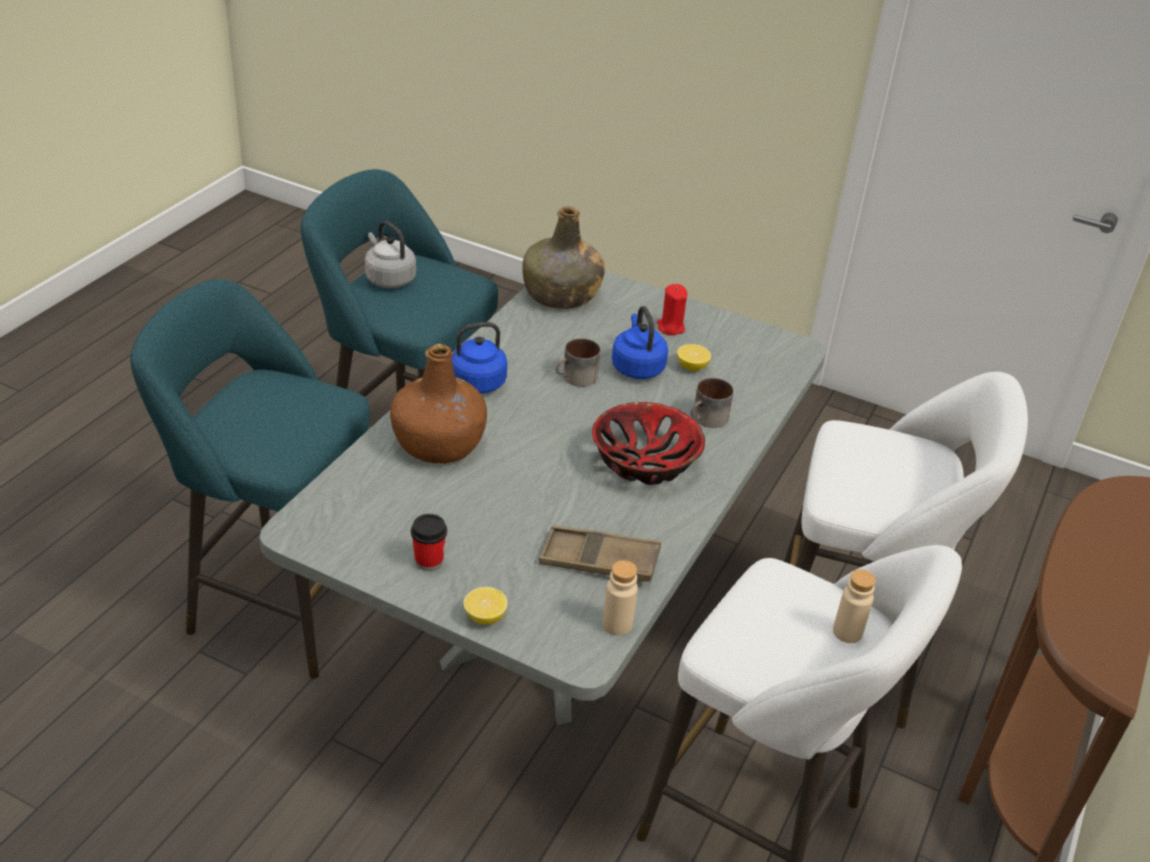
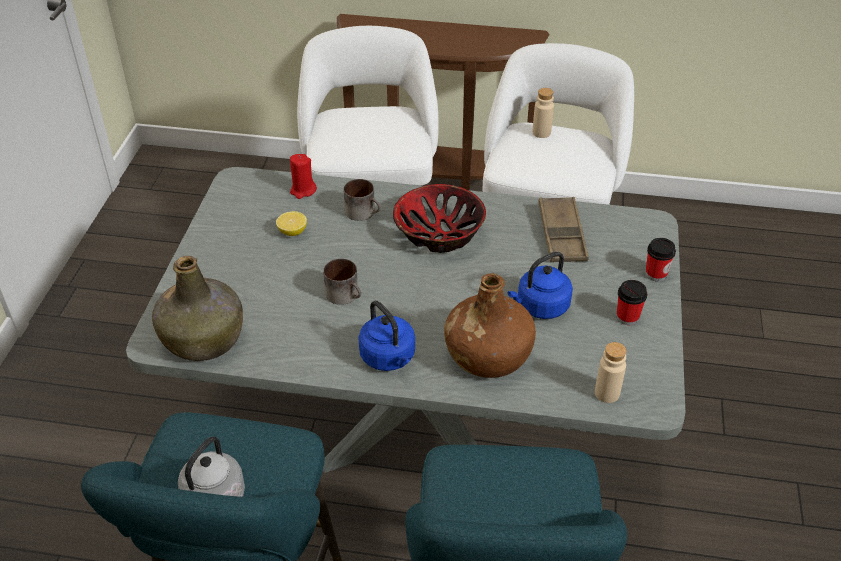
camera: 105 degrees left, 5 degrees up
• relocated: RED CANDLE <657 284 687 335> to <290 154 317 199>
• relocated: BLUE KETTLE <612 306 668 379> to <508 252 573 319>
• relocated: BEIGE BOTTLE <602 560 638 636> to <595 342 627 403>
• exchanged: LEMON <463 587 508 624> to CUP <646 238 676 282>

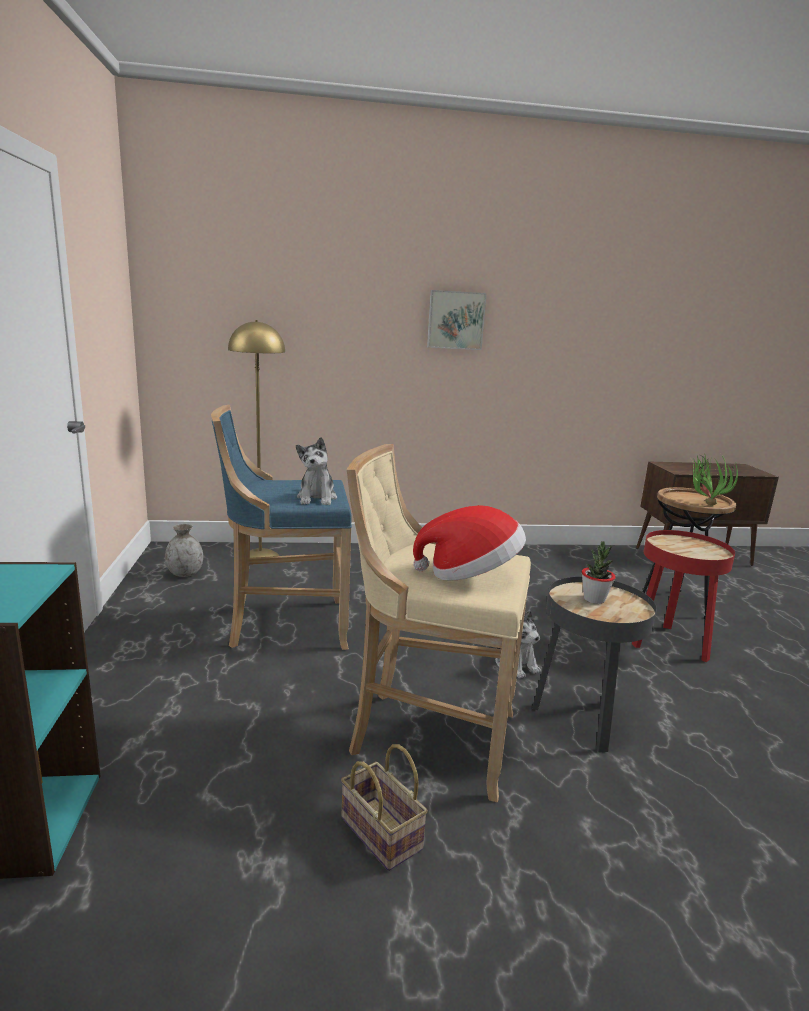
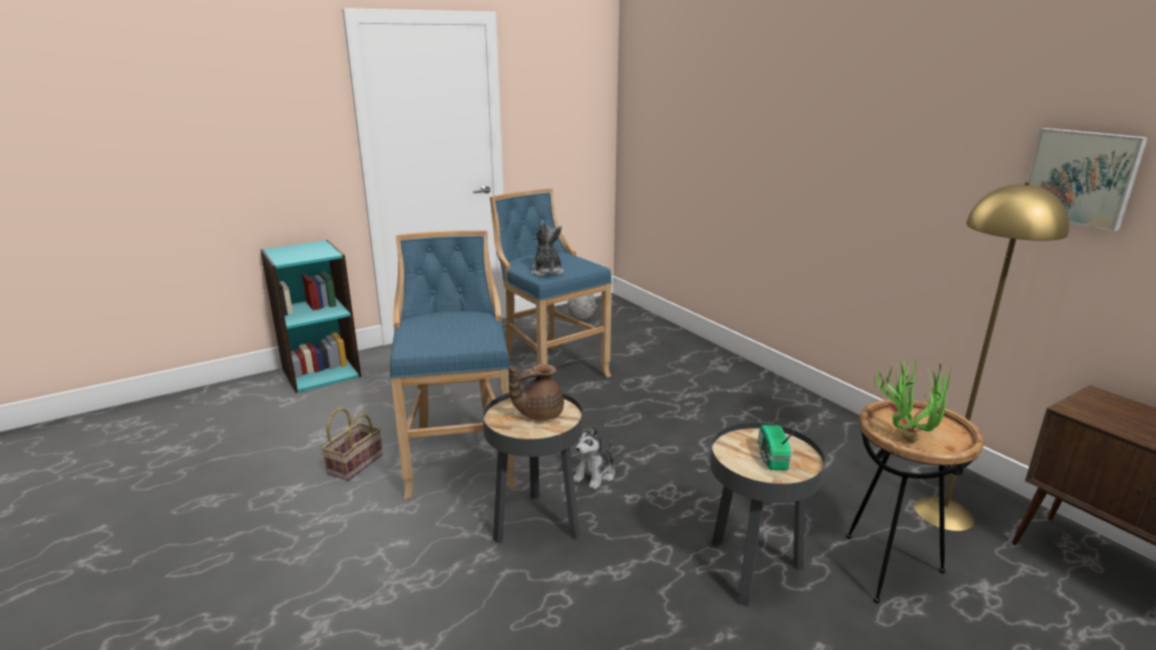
camera: 65 degrees right, 5 degrees up
• relocated: PICTURE <427 290 487 350> to <1027 128 1148 231>
• relocated: YELLOW FLOOR LAMP <228 320 285 558> to <914 182 1069 531>
• spun: PLUSH TOY <296 437 337 505> = <531 220 564 276> 105 degrees clockwise
• colour: BEIGE STOOL <347 444 531 802> to BLUE STOOL <390 230 517 499>
• missing: HAT <413 505 526 581>
• colour: RED SIDE TABLE <632 530 735 662> to BLACK SIDE TABLE <710 423 825 607>
• exchanged: POTTED PLANT <582 541 616 604> to BROWN TEAPOT <509 364 564 420>
• appeared: RADIO <758 425 796 470>

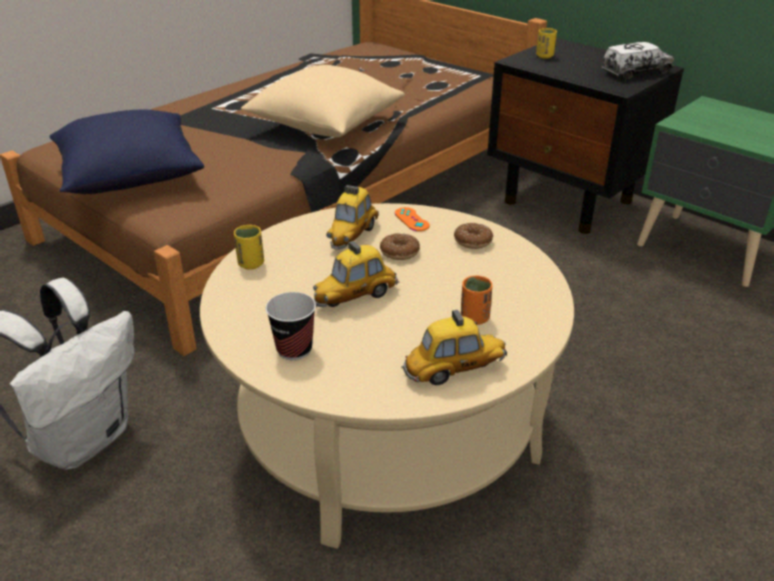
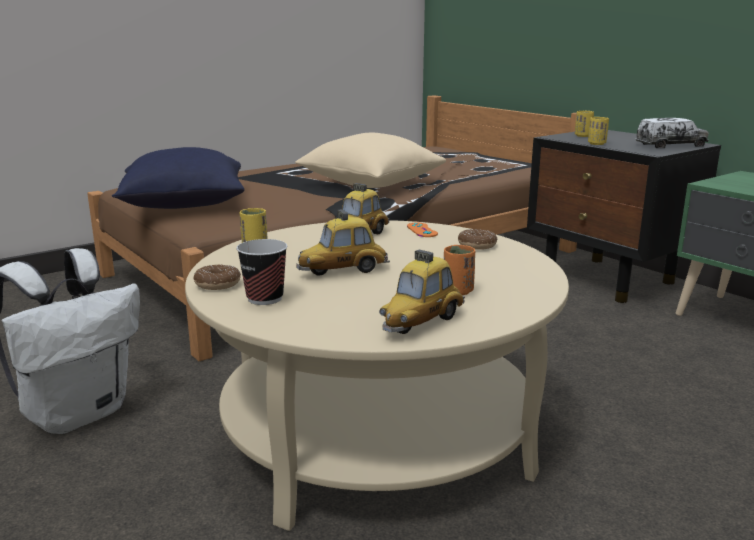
camera: 10 degrees right, 15 degrees down
• relocated: DONUT <380 233 420 260> to <193 264 241 290>
• spun: TOY CAR <401 306 507 385> = <379 249 465 334> 135 degrees clockwise
• appeared: YELLOW CUP <588 117 609 145>

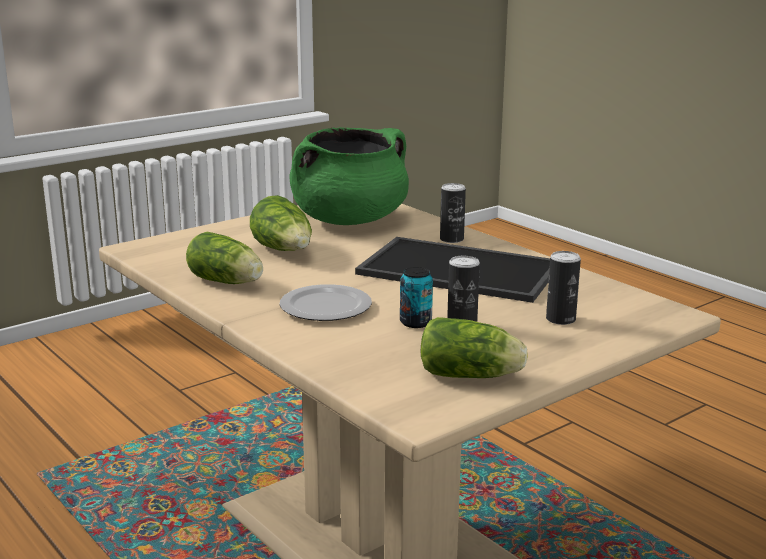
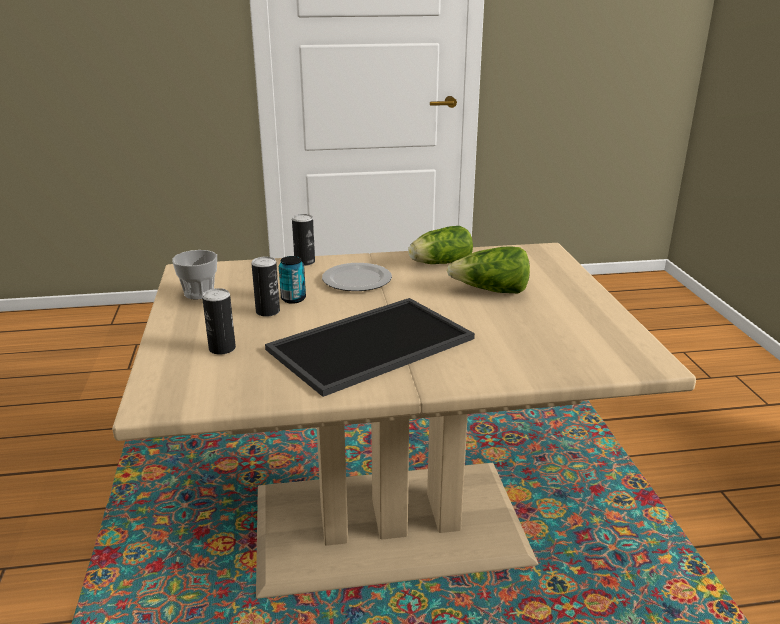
camera: 120 degrees right, 5 degrees up
• missing: GREEN COOKING POT <290 127 409 225>
• relocated: CAN <440 183 466 243> to <292 214 315 266>
• exchanged: LETTUCE <421 317 528 378> to CUP <172 250 217 300>

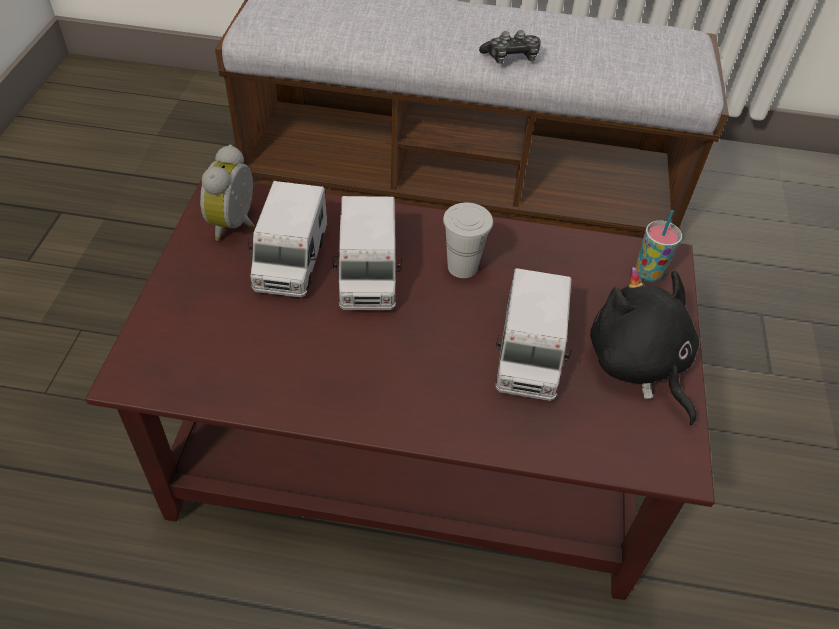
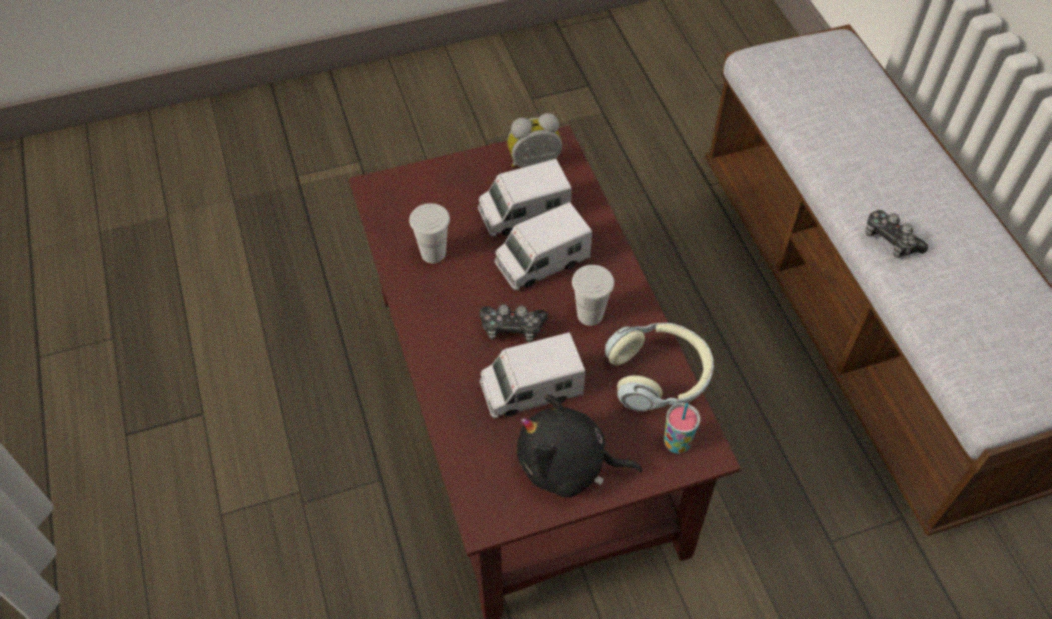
camera: 65 degrees right, 5 degrees up
• spun: BLACK PLUSH TOY <590 267 699 426> = <517 395 642 497> 120 degrees counterclockwise
• appeared: WHITE CUP <409 203 450 263>
• appeared: GAME CONTROLLER <479 304 548 342>
• appeared: HEADPHONES <605 323 714 411>

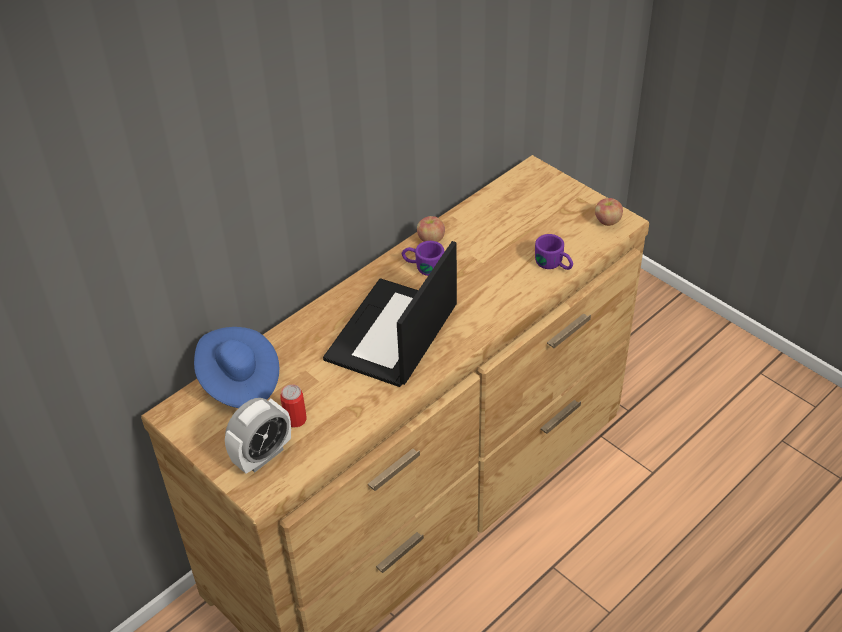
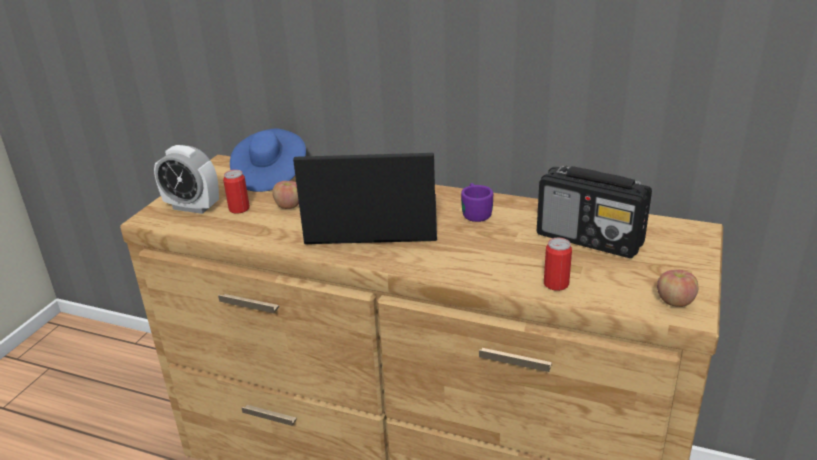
camera: 65 degrees right, 15 degrees down
• relocated: APPLE <417 216 445 242> to <272 181 299 209>
• exchanged: PURPLE MUG <535 234 573 270> to CAN <544 238 572 291>
• appeared: RADIO <537 166 652 258>

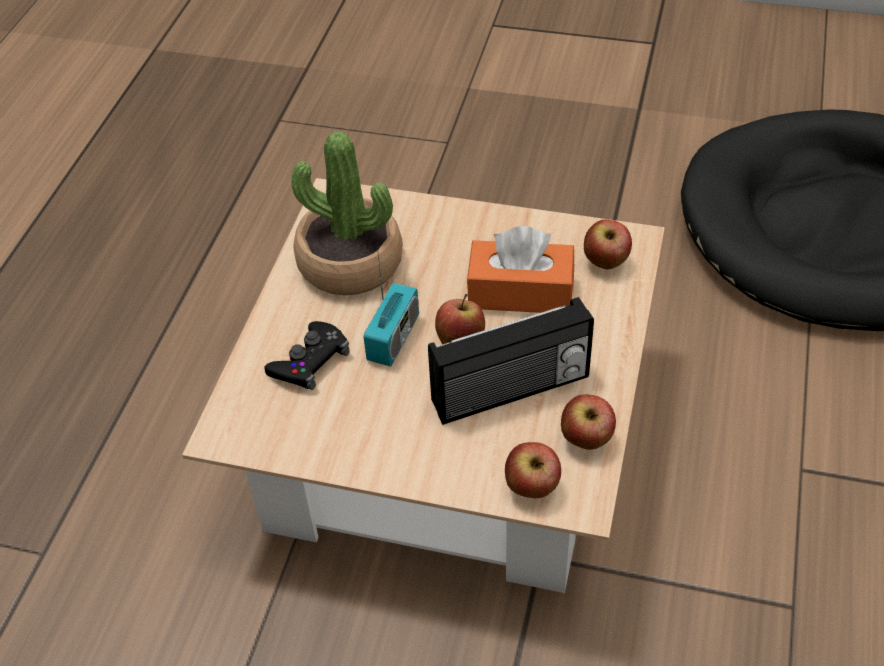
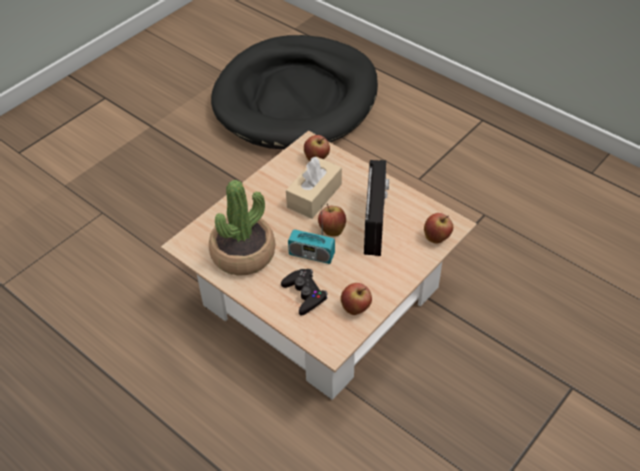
camera: 65 degrees left, 0 degrees up
• colour: ORANGE TISSUE BOX <467 226 574 313> to BEIGE TISSUE BOX <286 157 342 219>
• spun: RADIO <364 246 419 367> = <288 205 335 264> 150 degrees clockwise
• relocated: APPLE <561 394 616 450> to <341 283 372 315>

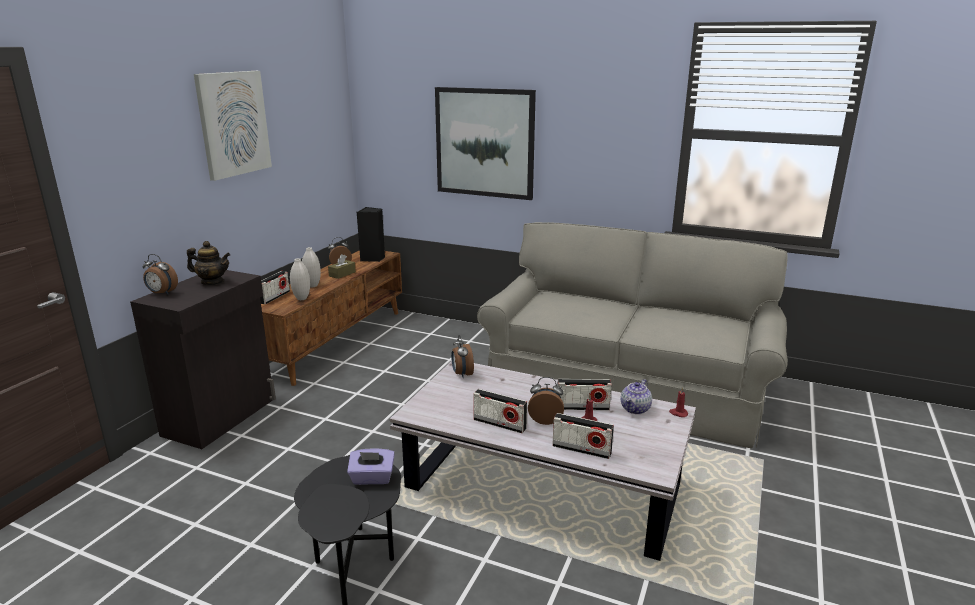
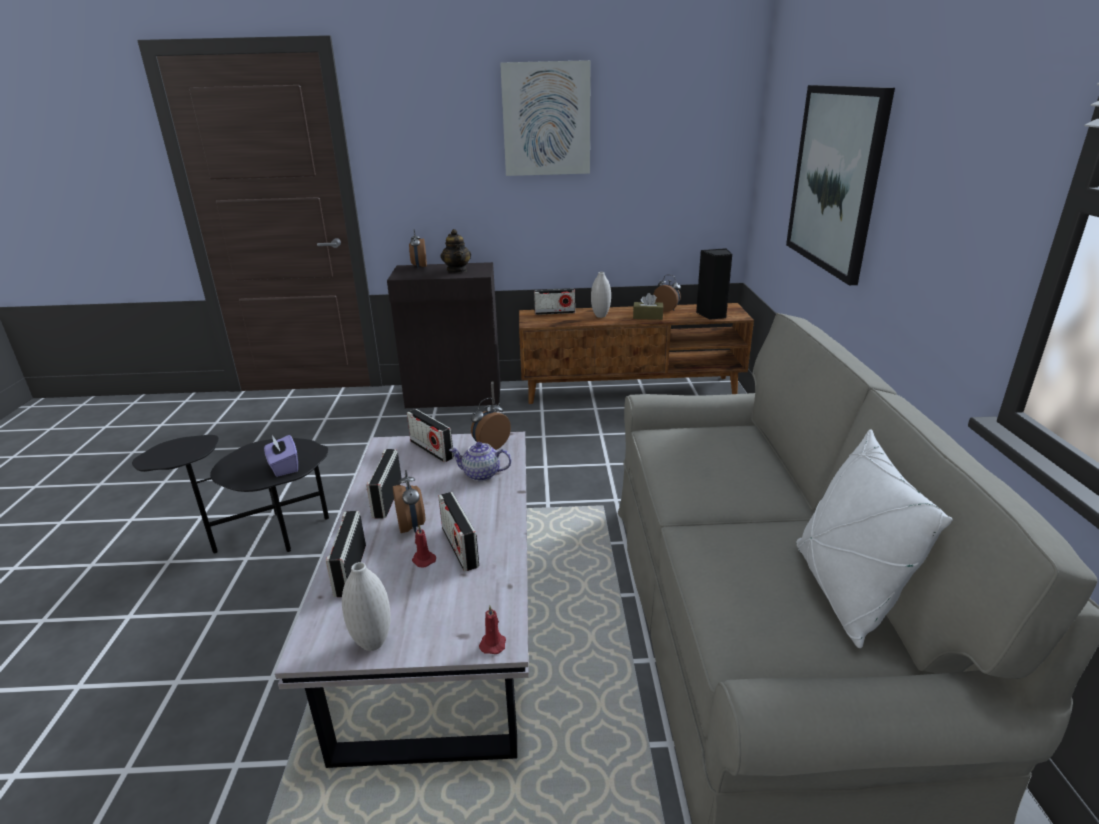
camera: 65 degrees right, 5 degrees up
• relocated: WHITE VASE <290 258 310 300> to <342 562 391 651>
• relocated: TEAPOT <621 379 652 414> to <449 442 511 481>
• appeared: RADIO <407 409 454 462>
• appeared: WHITE PILLOW <796 429 952 648>

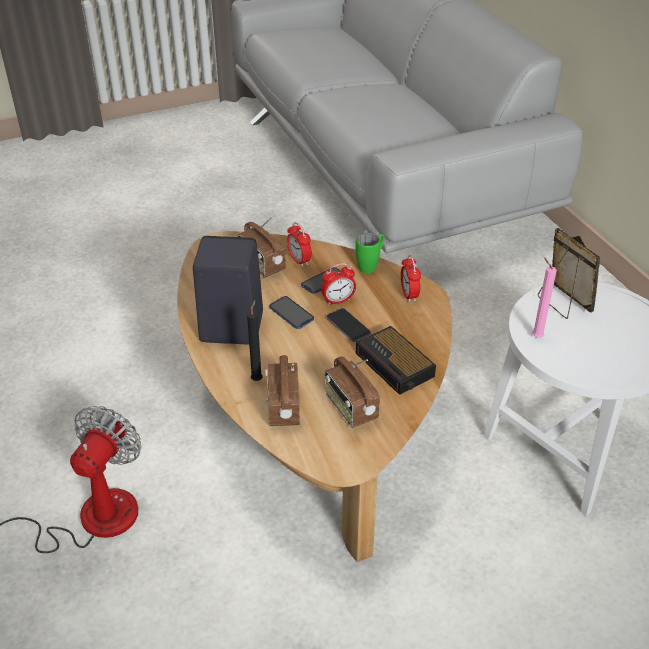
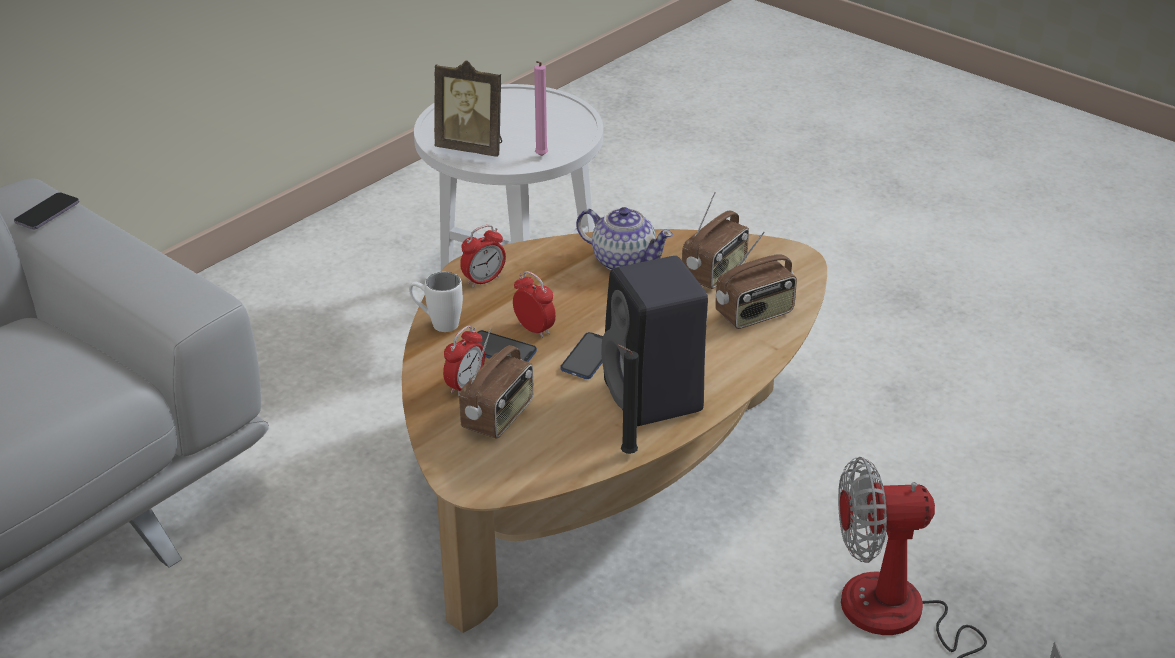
camera: 115 degrees left, 5 degrees down
• spun: PICTURE FRAME <538 228 600 319> = <434 60 502 157> 105 degrees counterclockwise
• colour: GREEN MUG <356 233 384 273> to WHITE MUG <409 272 463 332>
• relocated: BLACK CANDLE <247 301 263 381> to <617 345 639 454>
• relocated: PHONE <326 308 371 342> to <14 192 79 230>
• exchanged: ALARM CLOCK <356 326 436 395> to TEAPOT <576 207 673 270>

